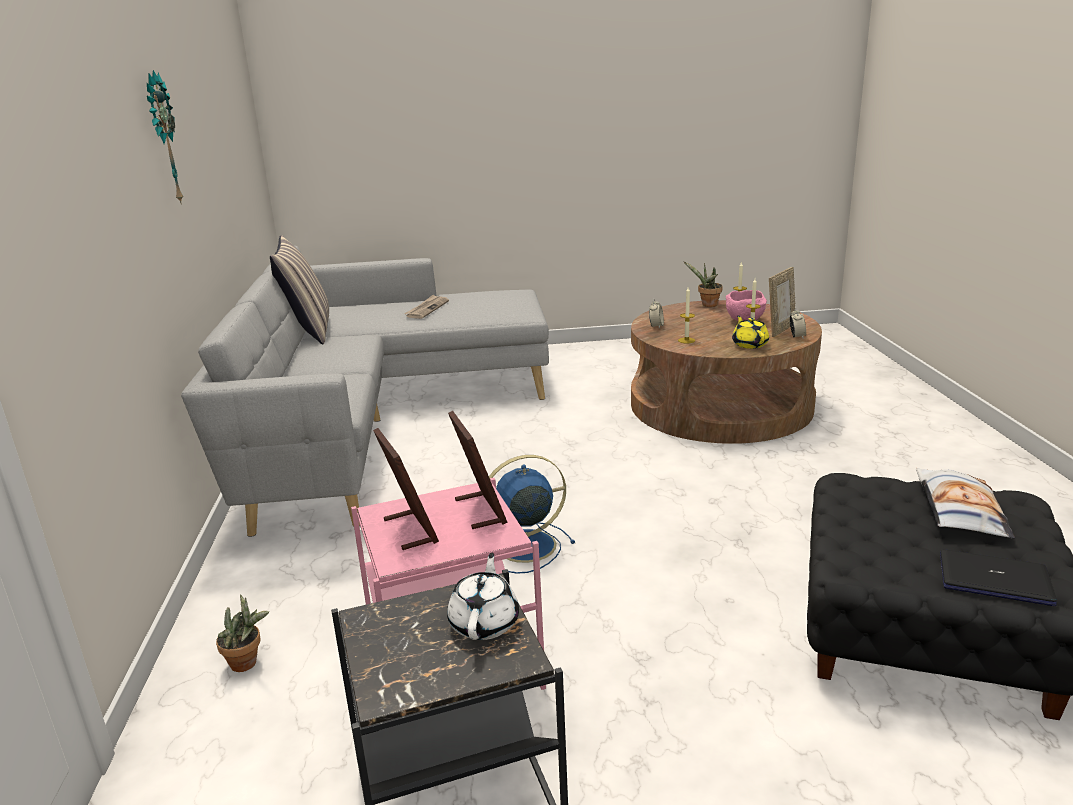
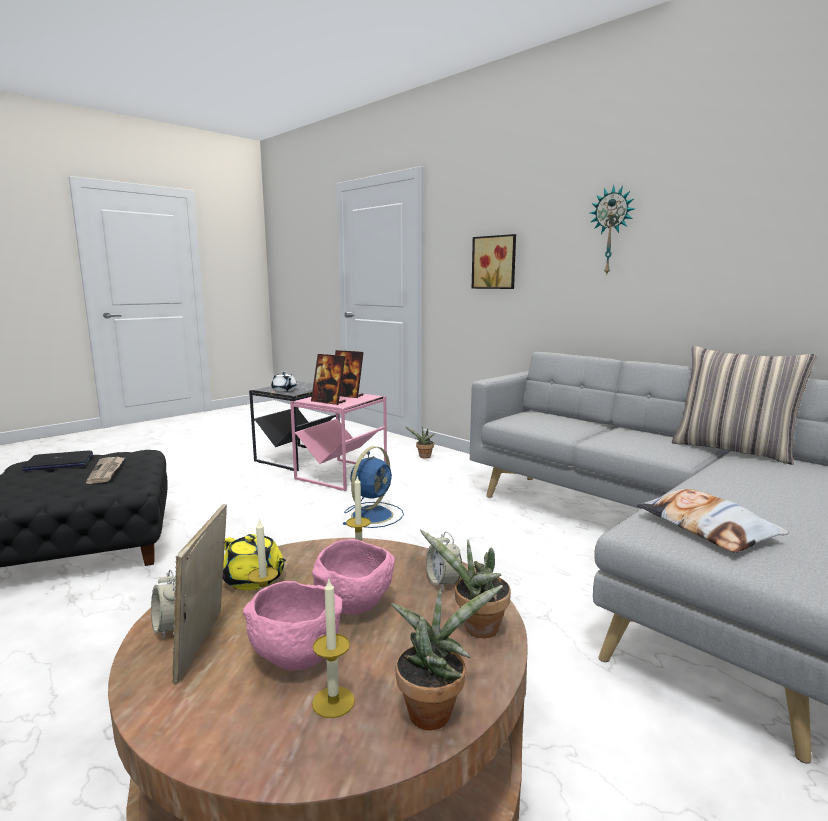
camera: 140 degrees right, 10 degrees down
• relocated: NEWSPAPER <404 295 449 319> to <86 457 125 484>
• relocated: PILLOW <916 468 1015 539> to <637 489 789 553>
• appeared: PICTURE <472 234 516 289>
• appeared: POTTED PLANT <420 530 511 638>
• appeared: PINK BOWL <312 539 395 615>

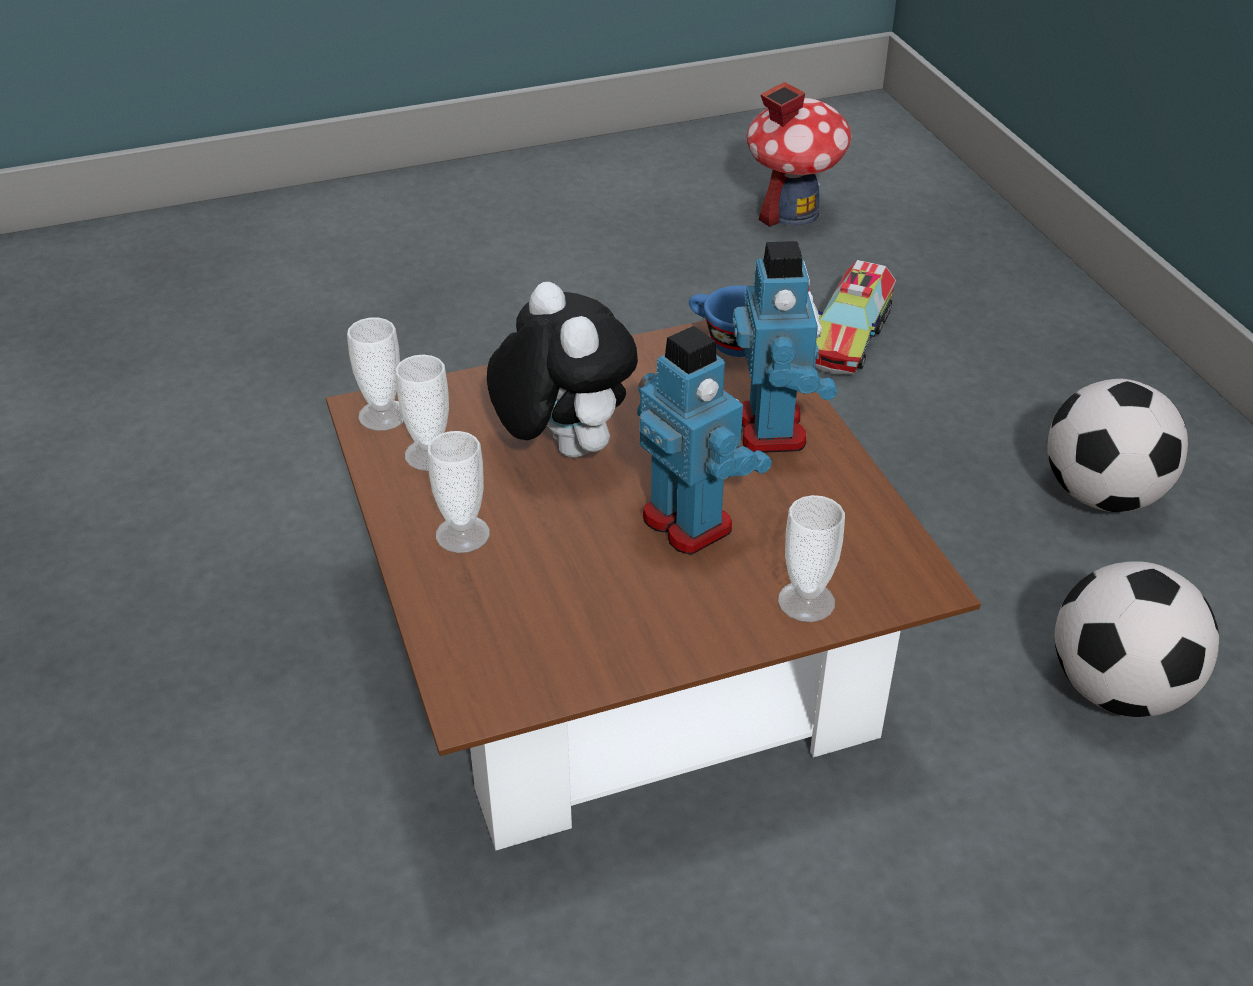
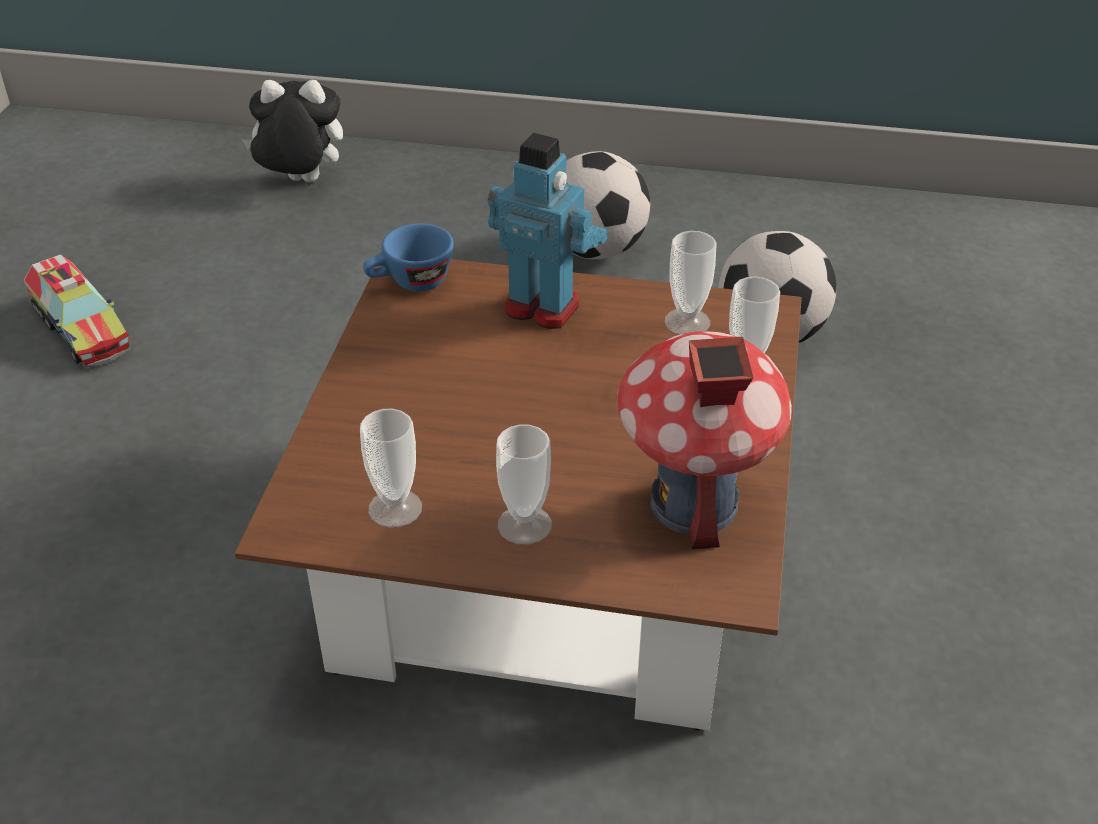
camera: 60 degrees left, 0 degrees up
• relocated: TOY HOUSE <747 82 851 227> to <617 331 792 549>
• relocated: TOY TRUCK <815 260 896 375> to <24 254 131 368>
• relocated: PLUSH TOY <487 282 638 458> to <242 80 343 182>
• relocated: CUP <347 318 404 431> to <665 231 716 335>
• missing: TOY ROBOT <637 326 772 555>

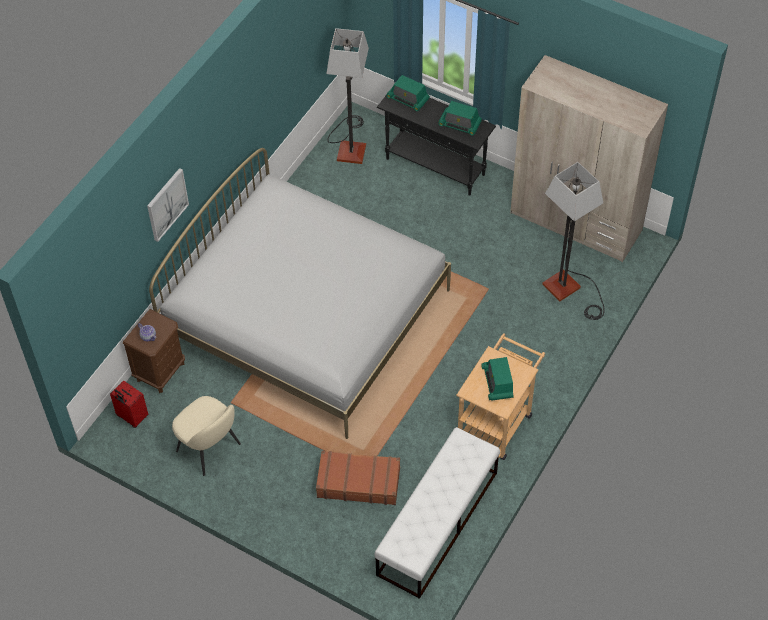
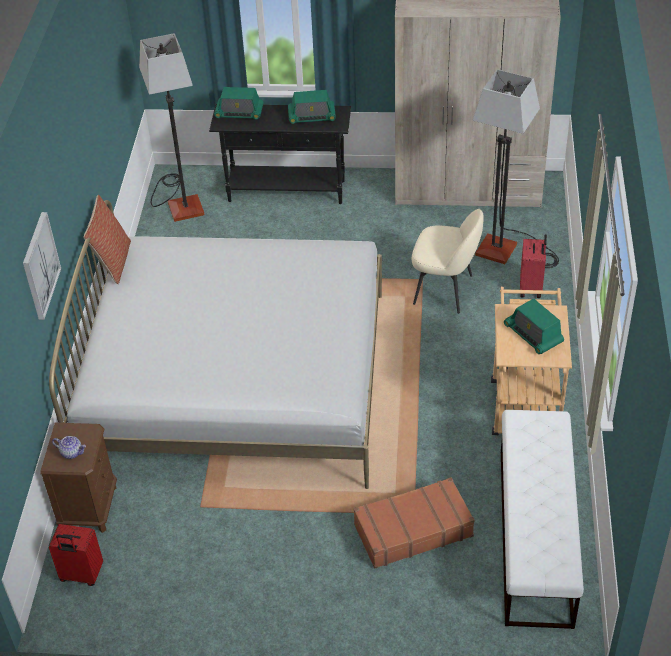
camera: 25 degrees left, 10 degrees down
• relocated: BEIGE CHAIR <172 396 241 476> to <412 209 484 314>
• appeared: PILLOW <83 195 131 284>
• appeared: RED SUITCASE <520 234 547 298>

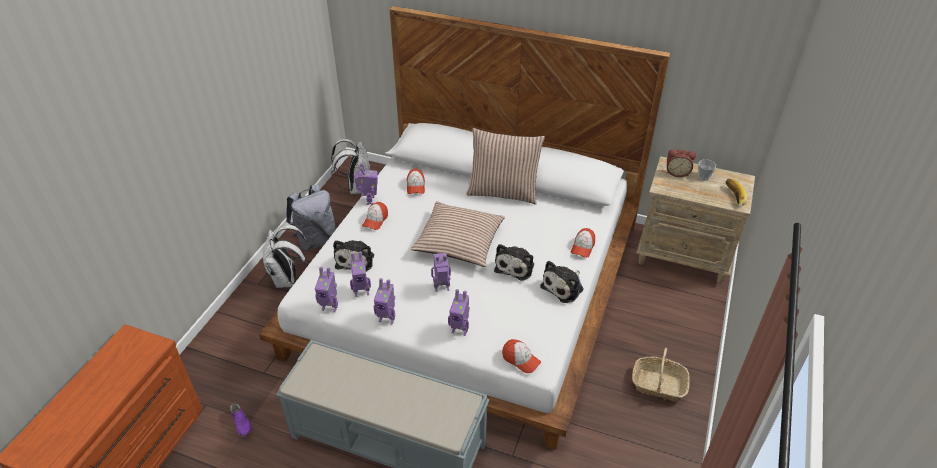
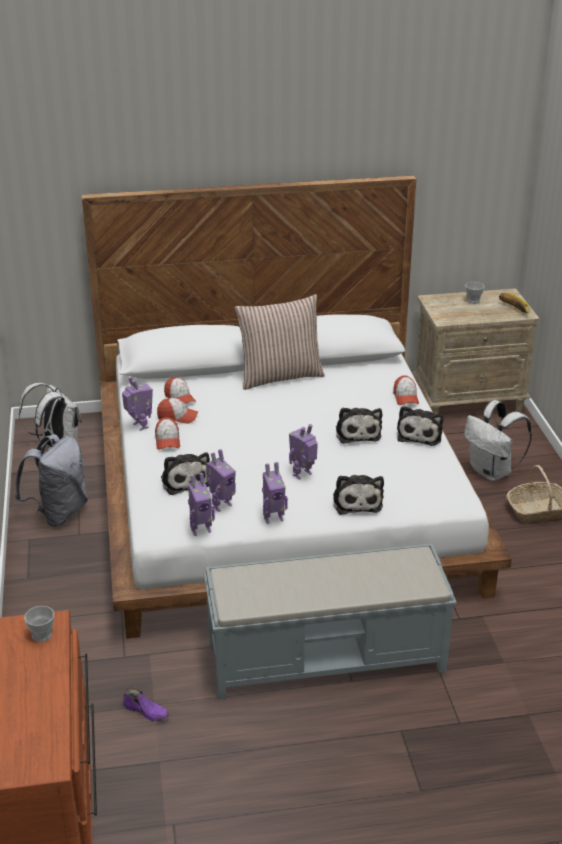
camera: 30 degrees left, 10 degrees down
• missing: ALARM CLOCK <667 149 696 177>
• missing: PILLOW <411 201 505 267>
• relocated: WHITE BACKPACK <263 225 308 288> to <464 400 532 481>
• exchanged: TOY ROBOT <448 289 470 336> to PLUSH TOY <333 475 384 515>
• relocated: CAP <502 339 541 373> to <157 398 198 424>
• appeared: CUP <24 606 54 642>

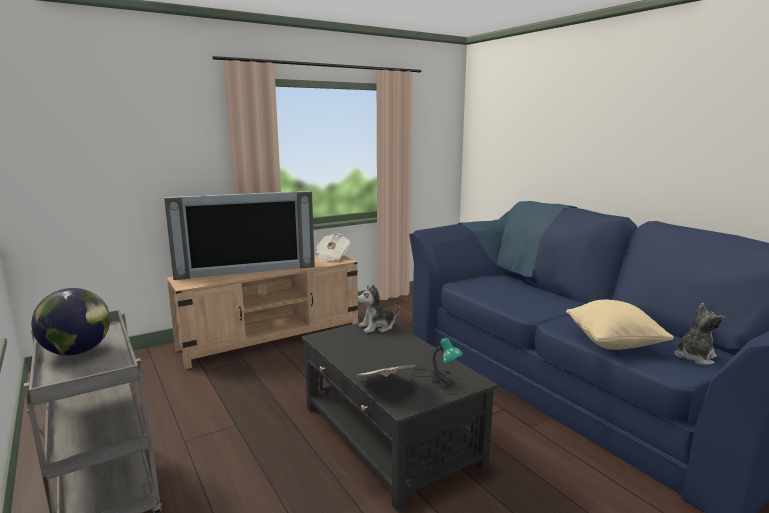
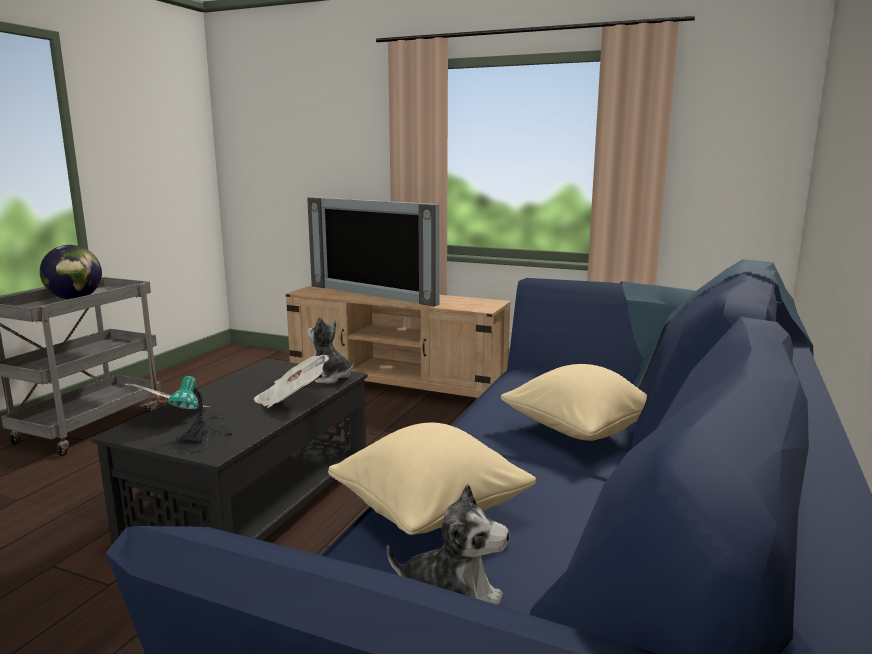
camera: 55 degrees right, 0 degrees up
• relocated: NEWSPAPER <316 233 350 262> to <254 355 329 408>
• appeared: BEIGE PILLOW <501 364 647 441>

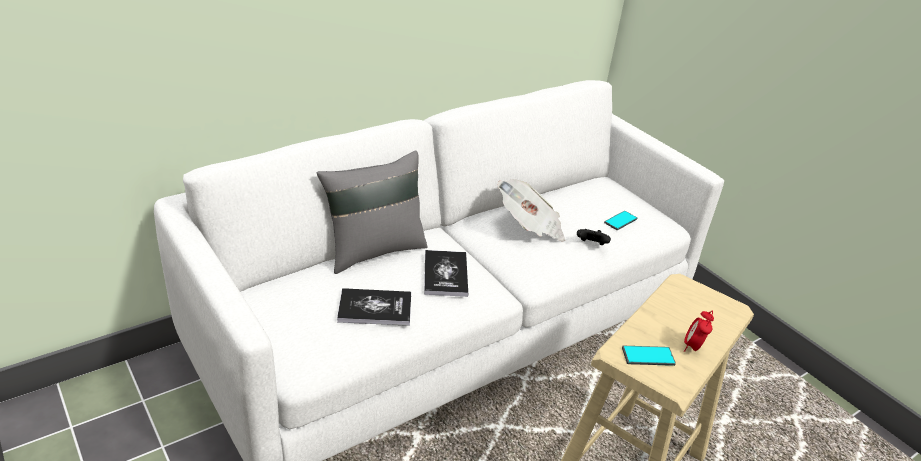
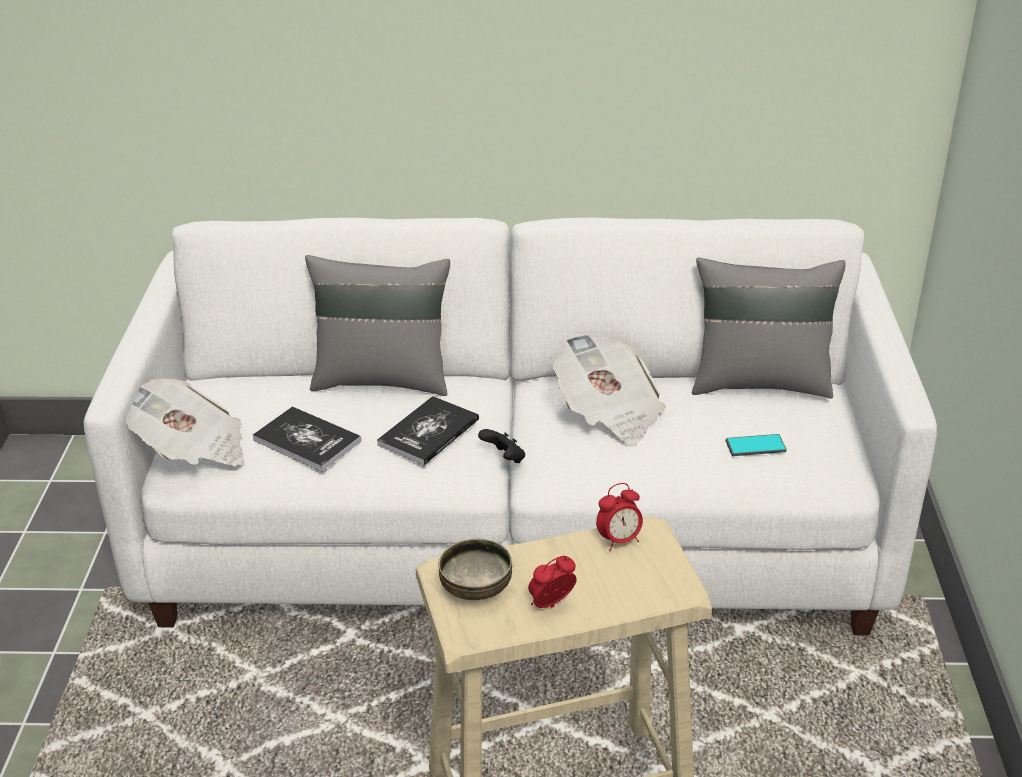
camera: 40 degrees right, 0 degrees up
• relocated: BLACK GAME CONTROLLER <577 229 611 245> to <478 429 525 463>
• exchanged: PHONE <622 346 676 366> to BOWL <438 539 512 600>
• appeared: GREY PILLOW <692 258 846 398>
• appeared: NEWSPAPER <126 378 243 466>
• appeared: ALARM CLOCK <596 483 643 551>

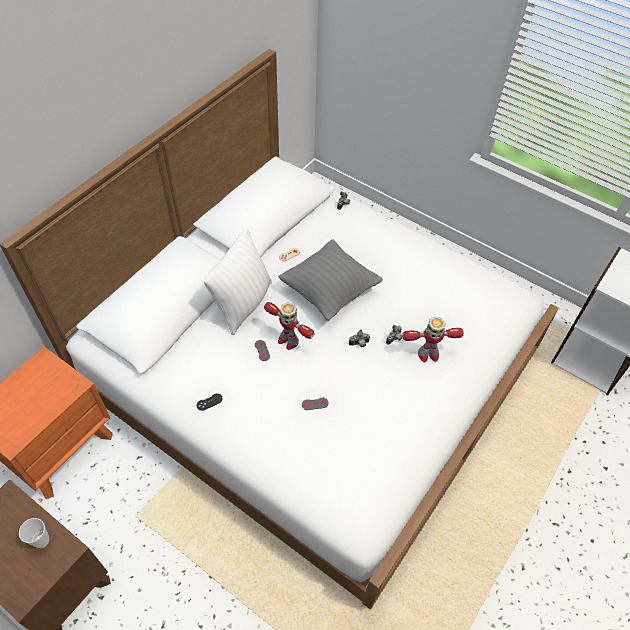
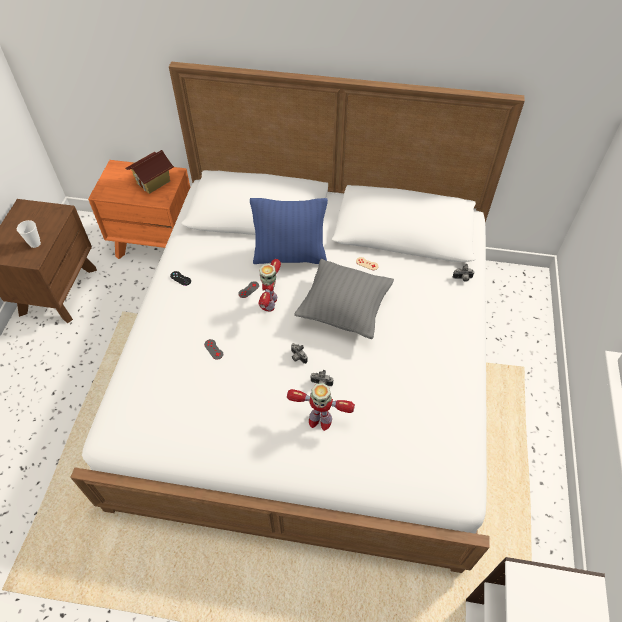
camera: 65 degrees right, 0 degrees up
• colour: WHITE PILLOW <203 228 272 335> to BLUE PILLOW <250 198 328 264>
• spun: TOY ROBOT <402 317 464 363> = <287 383 355 431> 45 degrees counterclockwise
• appeared: TOY HOUSE <125 150 174 194>

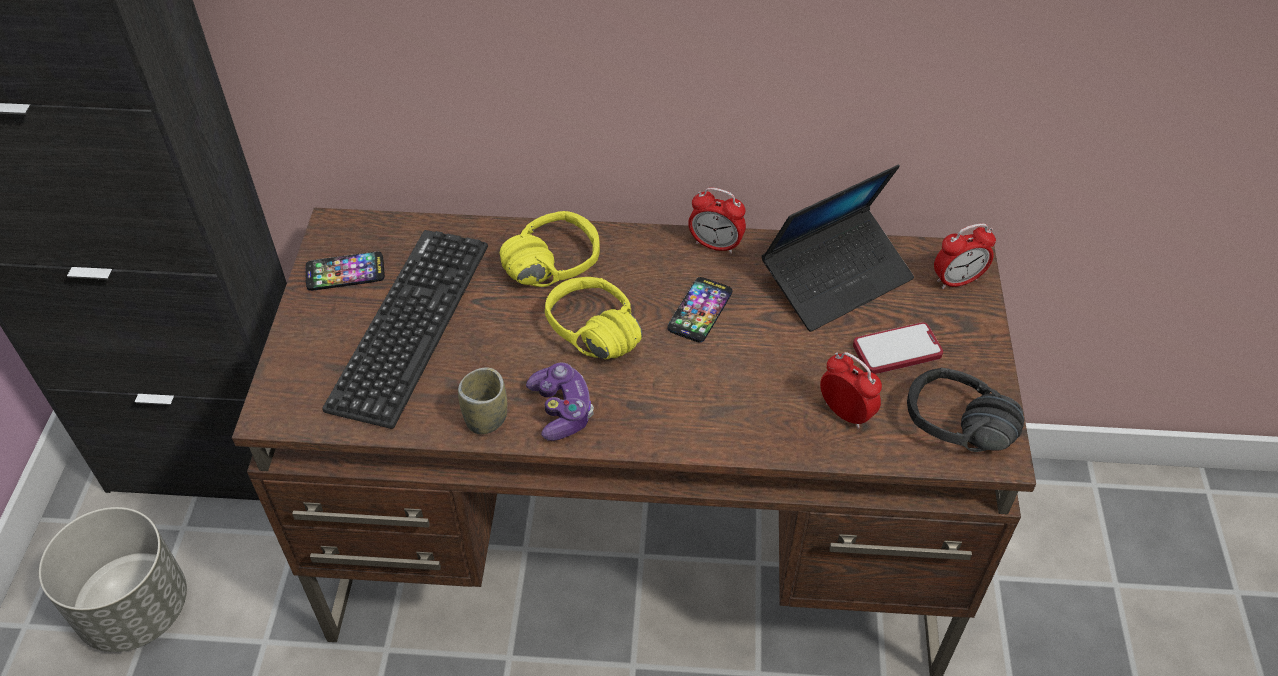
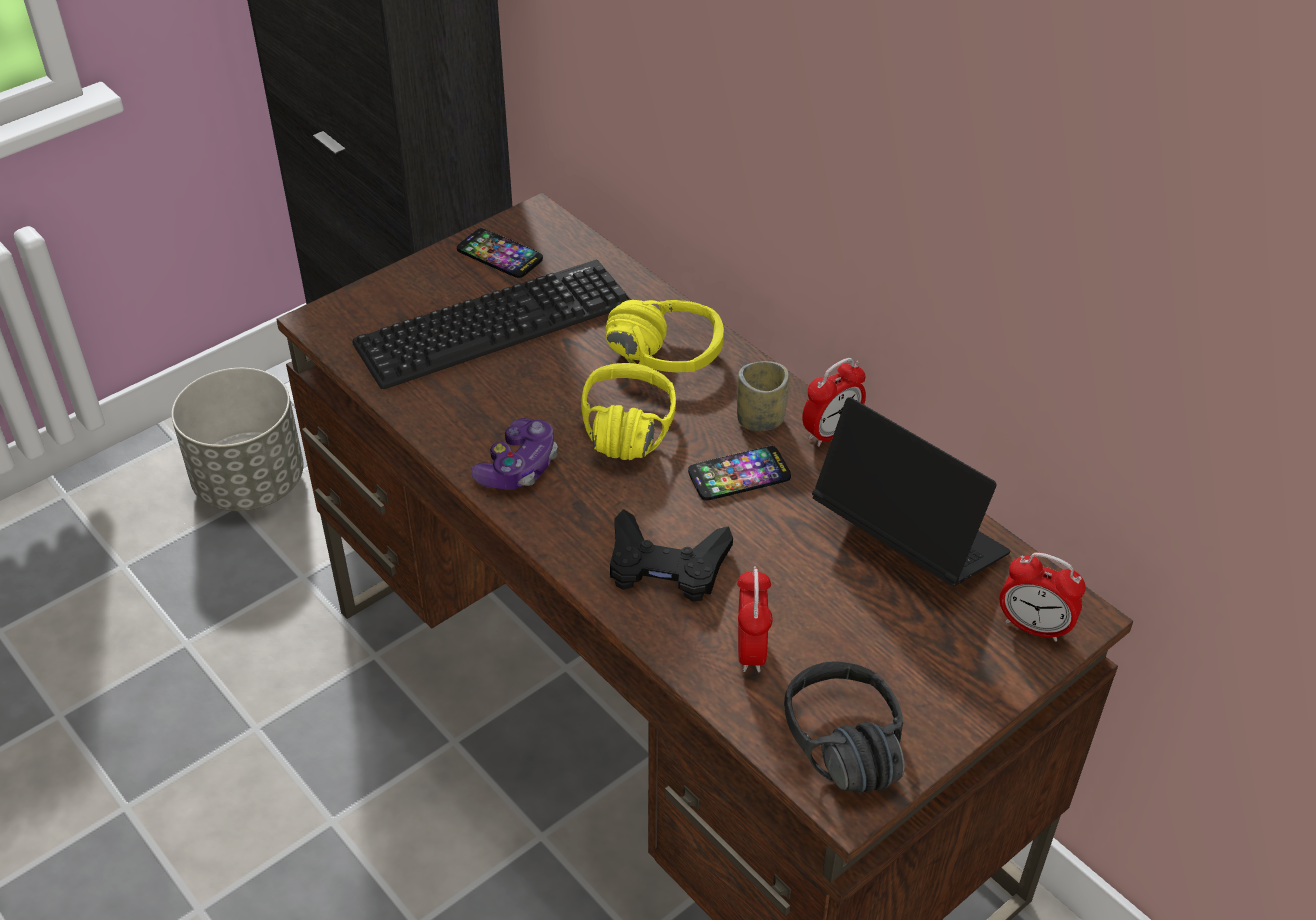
camera: 45 degrees right, 5 degrees down
• spun: LAPTOP <762 165 914 332> = <812 397 1010 586> 150 degrees counterclockwise
• spun: ALARM CLOCK <688 187 746 253> = <802 358 866 447> 105 degrees counterclockwise
• missing: PHONE <853 322 943 374>
• relocated: CUP <458 368 507 434> to <737 361 789 431>
• appeared: BLACK GAME CONTROLLER <610 509 733 602>

